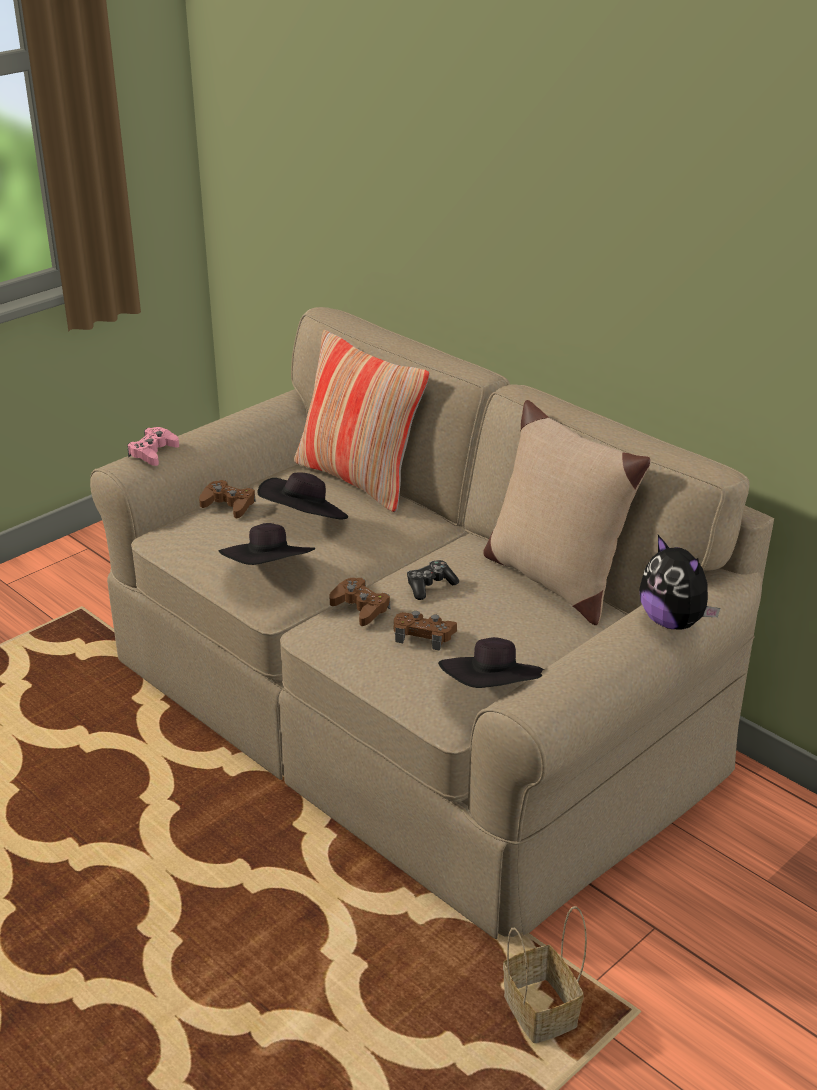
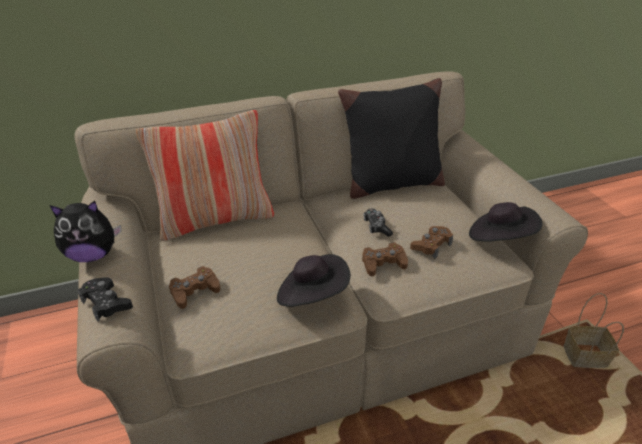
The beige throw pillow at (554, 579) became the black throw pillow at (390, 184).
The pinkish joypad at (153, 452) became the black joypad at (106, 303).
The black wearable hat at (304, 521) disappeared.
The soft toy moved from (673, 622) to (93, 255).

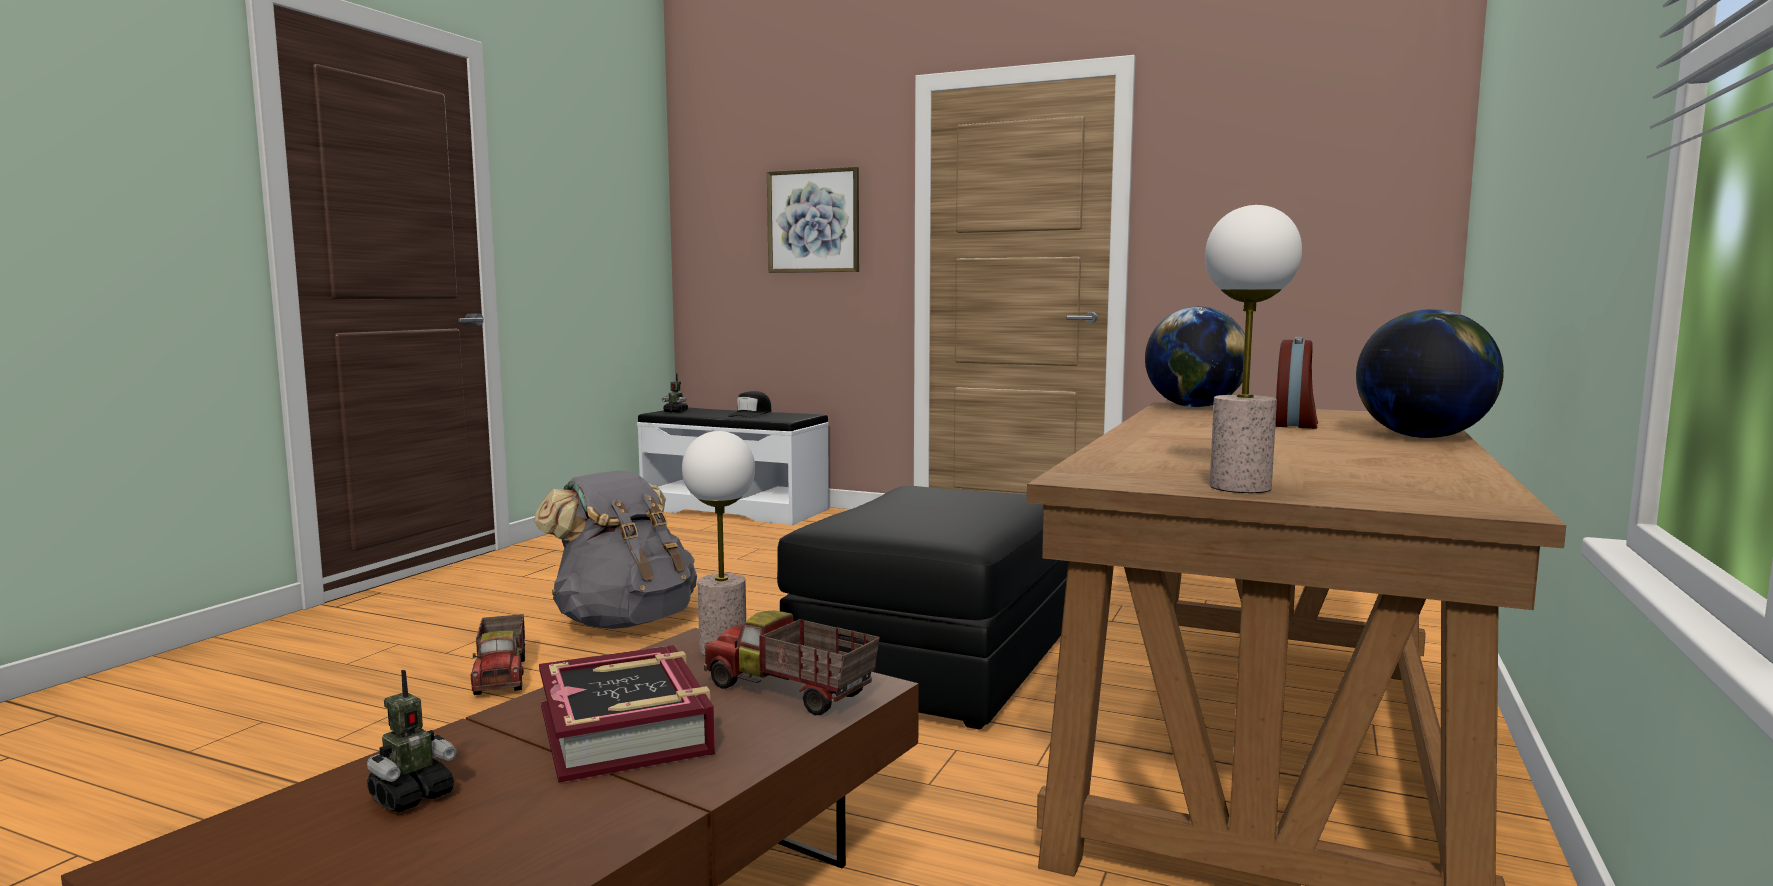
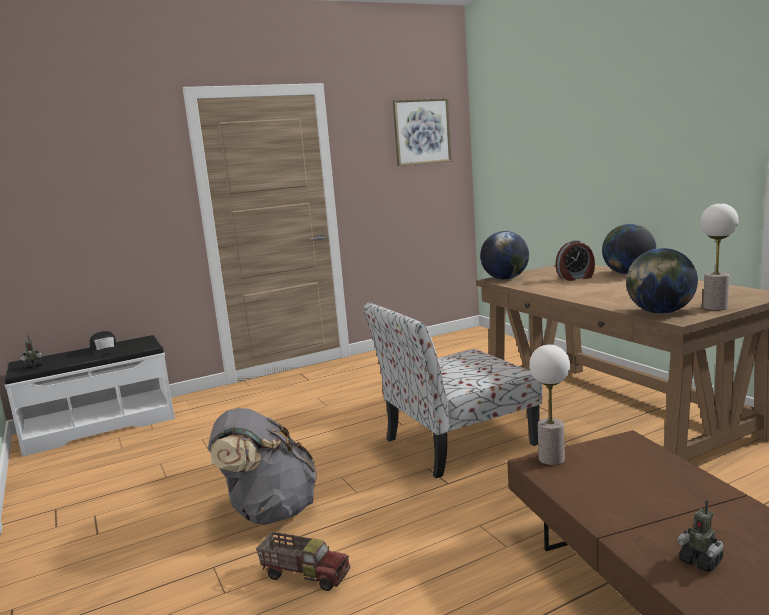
The picture moved from (813, 221) to (422, 131).
The alarm clock at (1297, 424) turned 105 degrees clockwise.
The black pouffe at (935, 662) was replaced by the upright chair at (456, 443).
The toy lorry at (789, 692) disappeared.
The bound book at (626, 730) disappeared.
The model robot at (411, 797) turned 150 degrees clockwise.
The globe at (660, 312) appeared.

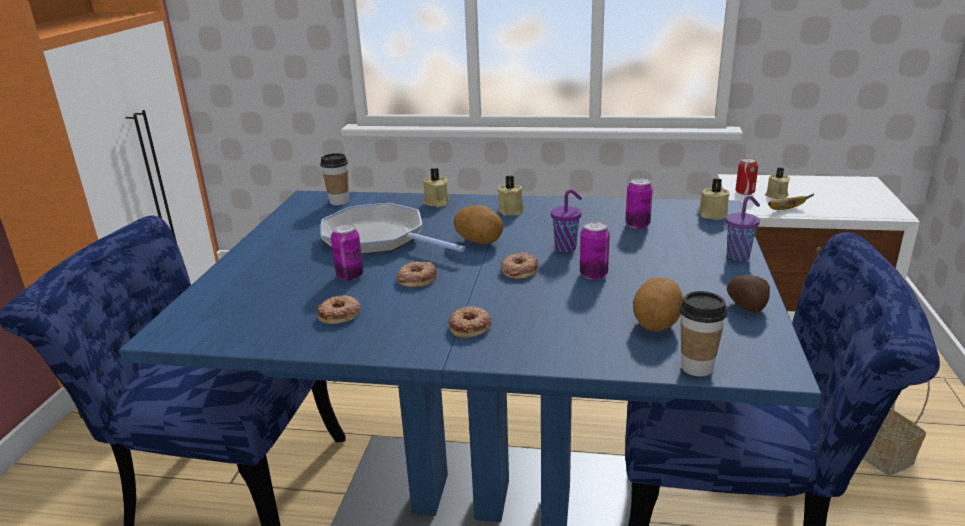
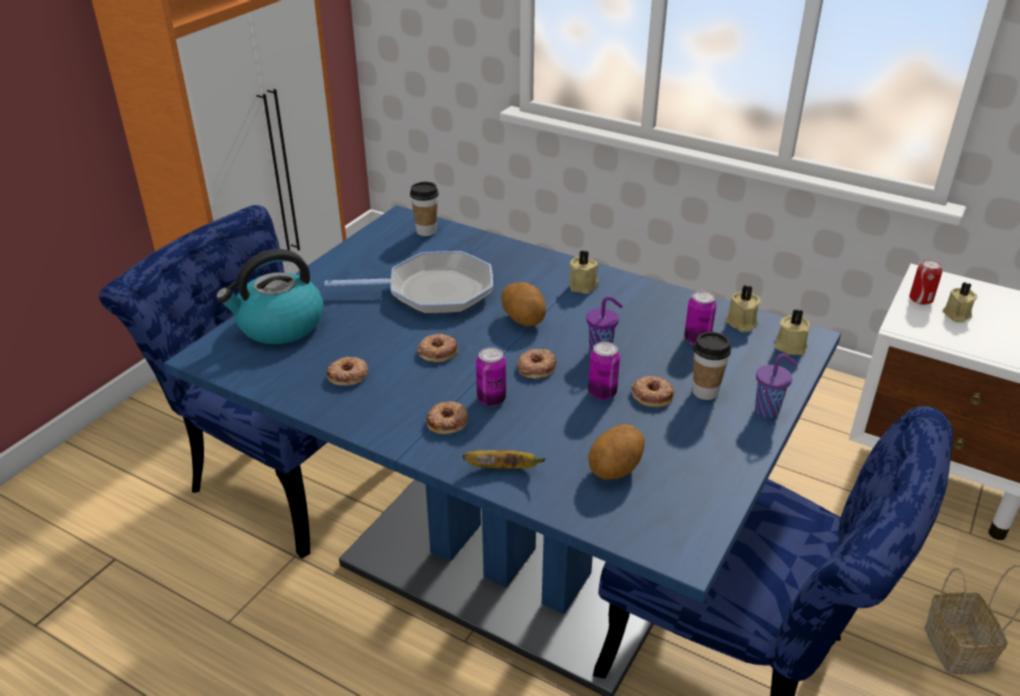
The beige wax candle moved from (436, 203) to (741, 323).
The whole banana moved from (785, 209) to (503, 469).
The frying pan at (378, 238) turned 120 degrees clockwise.
The metal can moved from (350, 276) to (491, 399).
The spud at (747, 307) disappeared.
The small cup moved from (697, 367) to (705, 392).
The water kettle at (279, 325) appeared.
The doughnut at (652, 395) appeared.

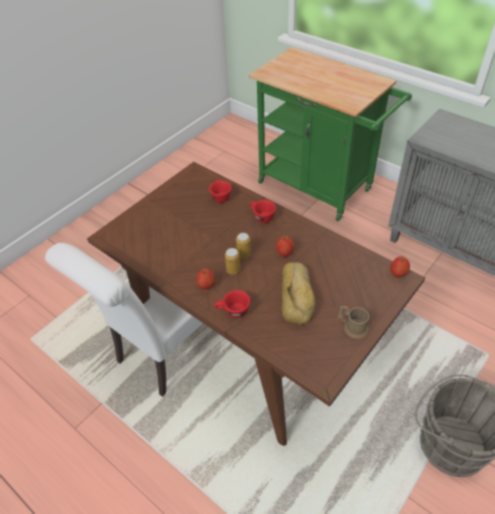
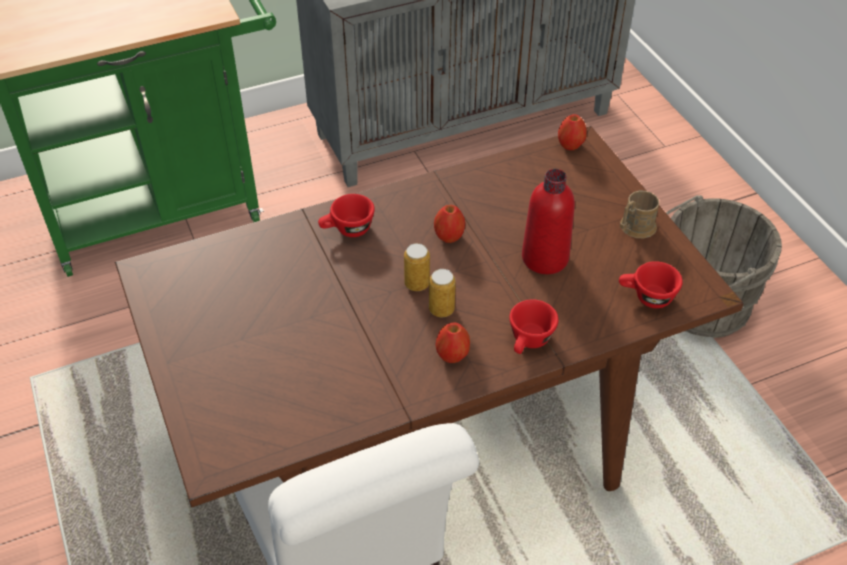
The red small cup moved from (220, 196) to (646, 297).
The bakery bread at (297, 296) was replaced by the red bottle at (545, 258).

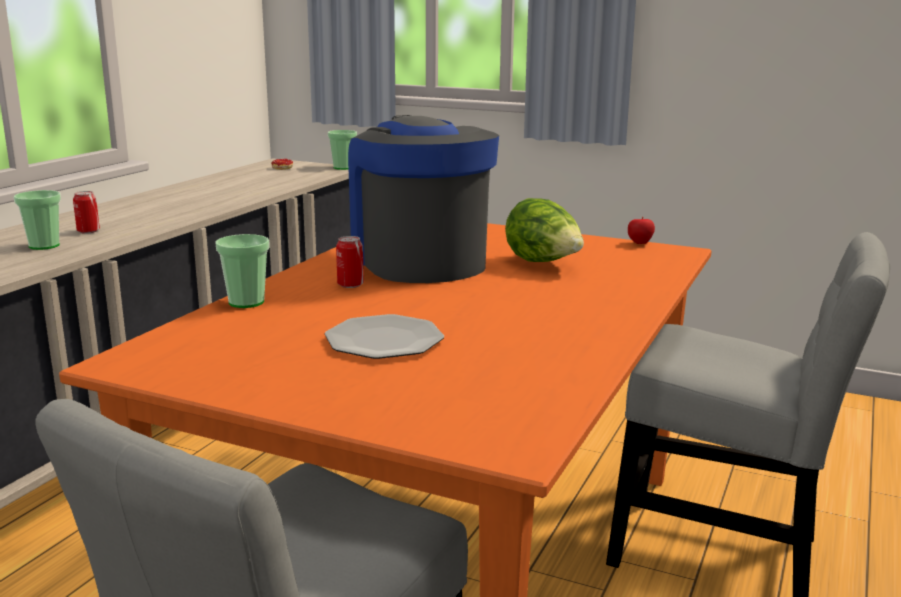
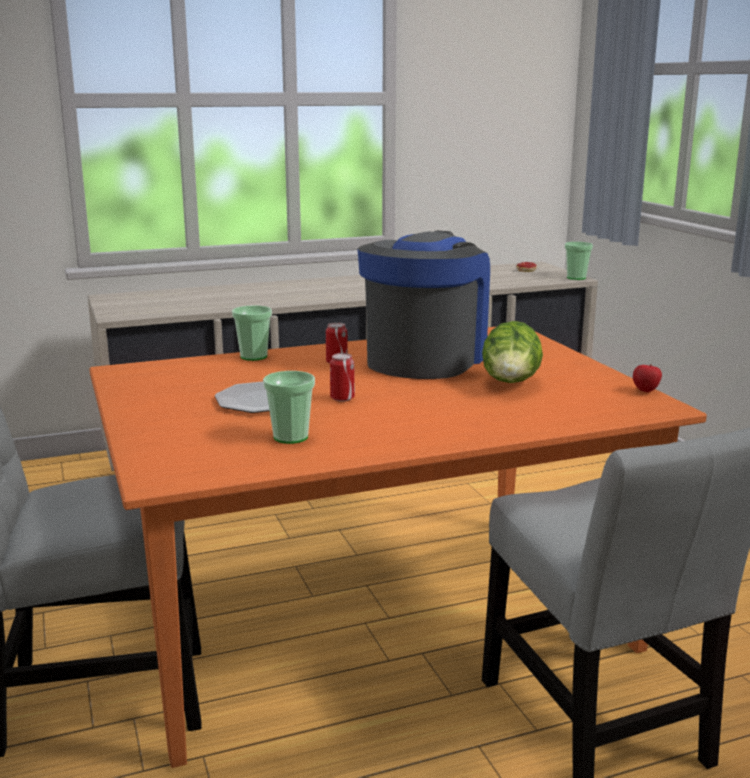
The small cup moved from (44, 246) to (290, 437).
The metal can moved from (88, 231) to (342, 398).

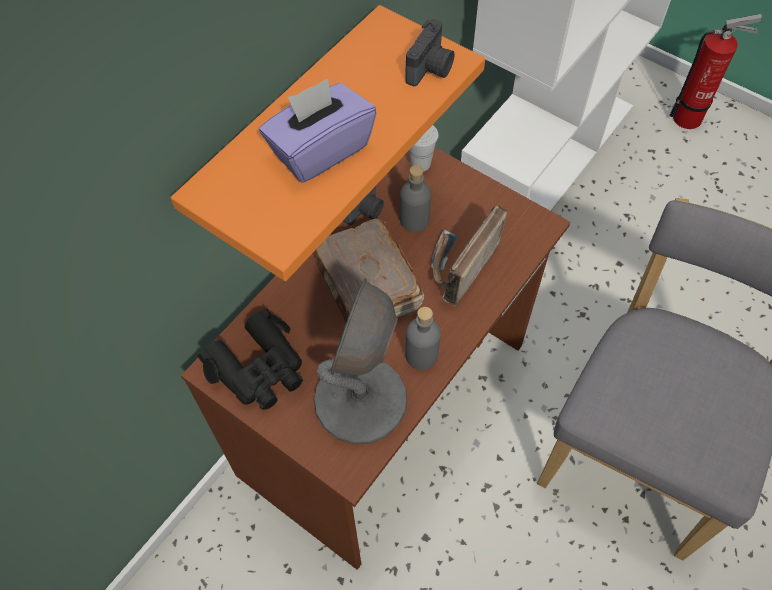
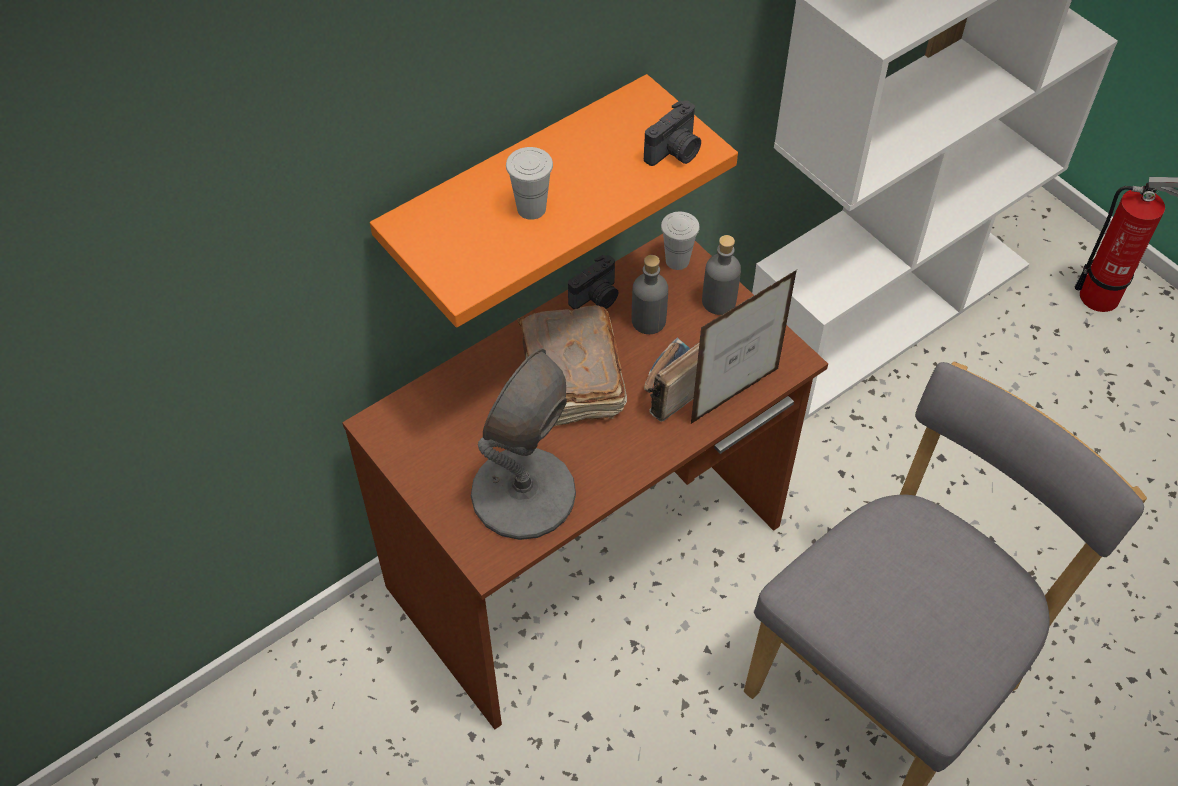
The purple box of tissues at (320, 150) was replaced by the white small cup at (531, 208).
The gray bottle moved from (421, 355) to (719, 301).
The black field glasses at (259, 368) disappeared.
The picture frame at (735, 395) appeared.

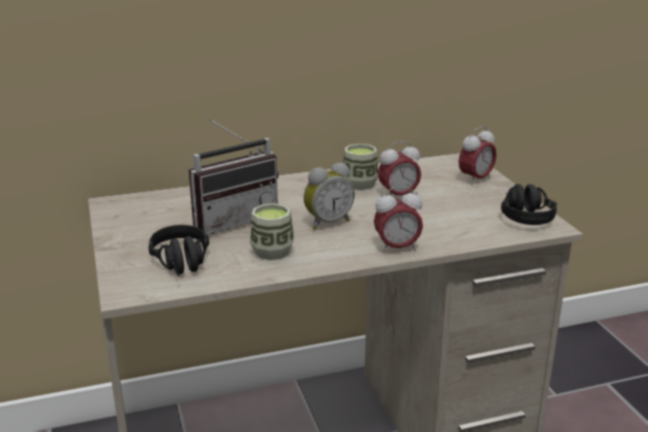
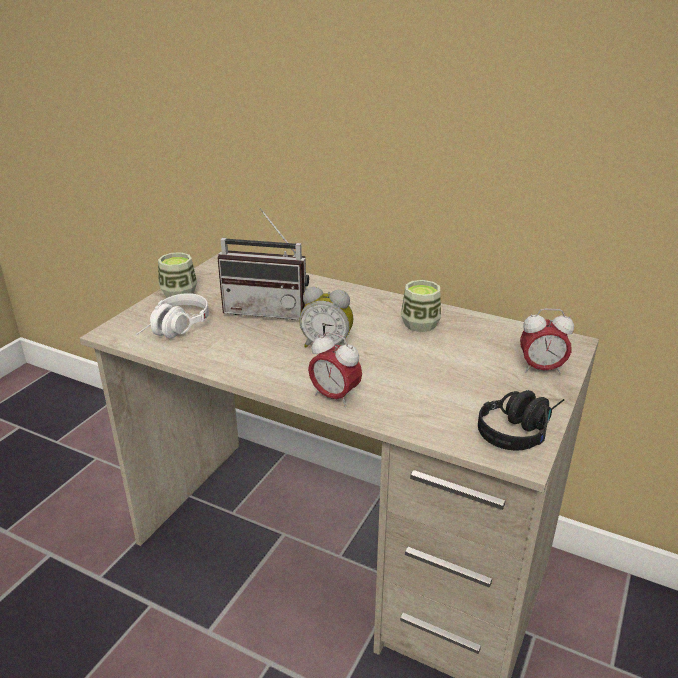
The alarm clock at (398, 196) disappeared.
The small cup moved from (272, 251) to (179, 293).
The black headphones at (183, 265) became the white headphones at (175, 330).

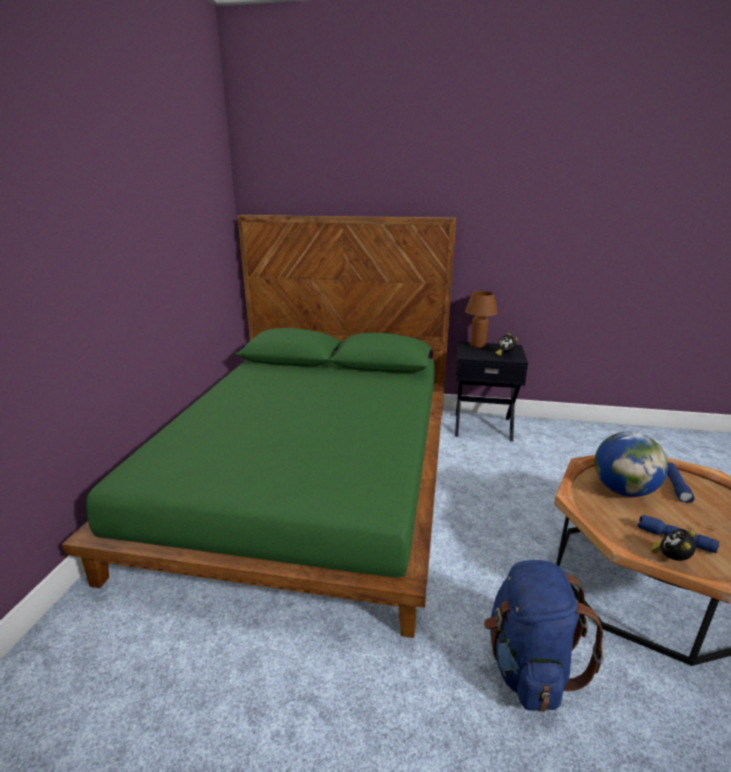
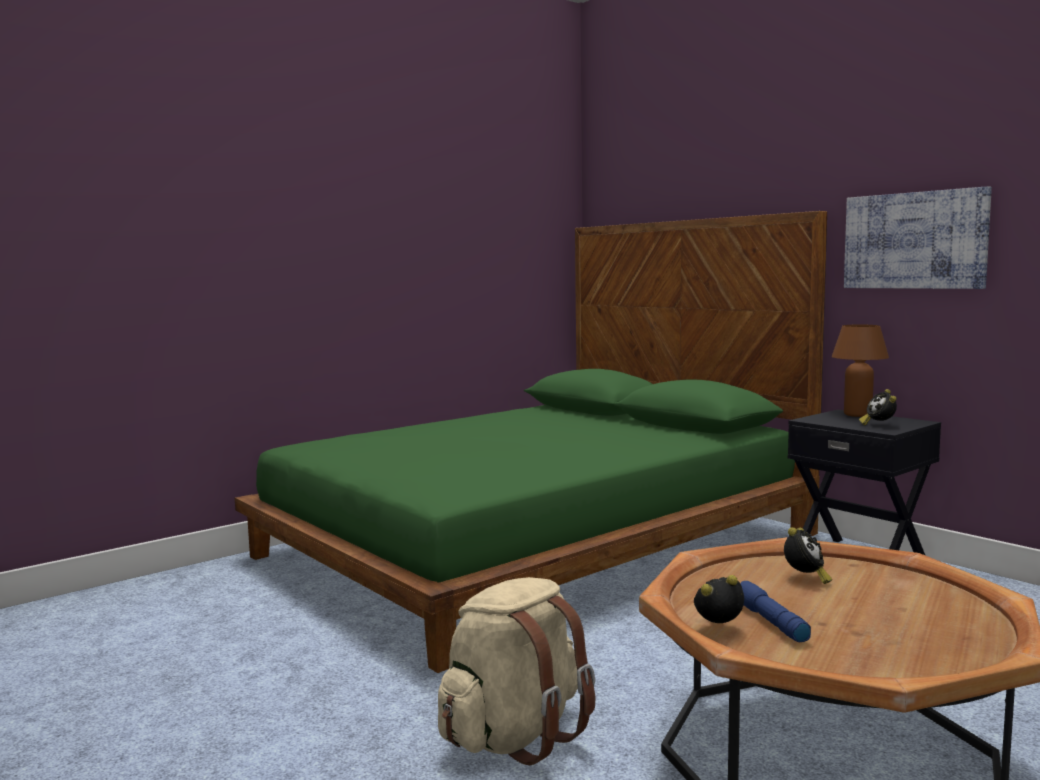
The globe at (623, 490) was replaced by the alarm clock at (805, 579).
The bluish flashlight at (676, 487) disappeared.
The bluish backpack at (528, 667) became the beige backpack at (515, 735).
The picture at (914, 240) appeared.

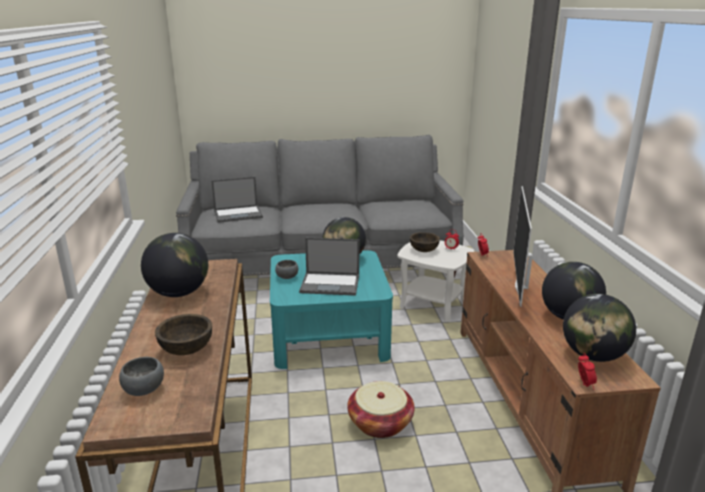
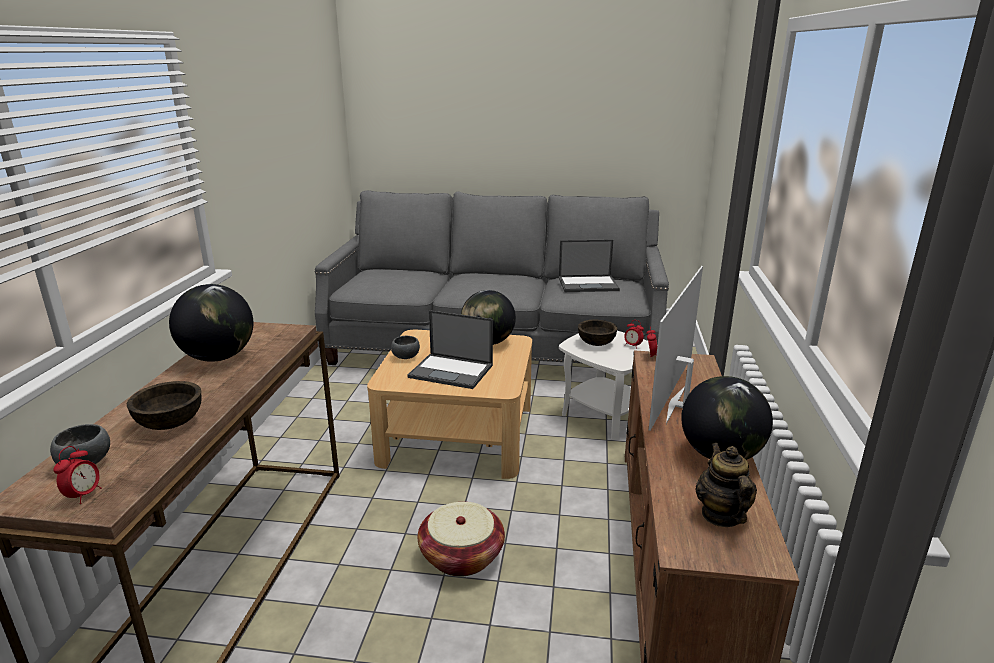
The notebook computer moved from (239, 214) to (589, 284).
The blue-green coffee table at (329, 333) became the beige coffee table at (458, 433).
The globe at (593, 355) was replaced by the teapot at (721, 515).
The alarm clock moved from (584, 384) to (84, 495).

